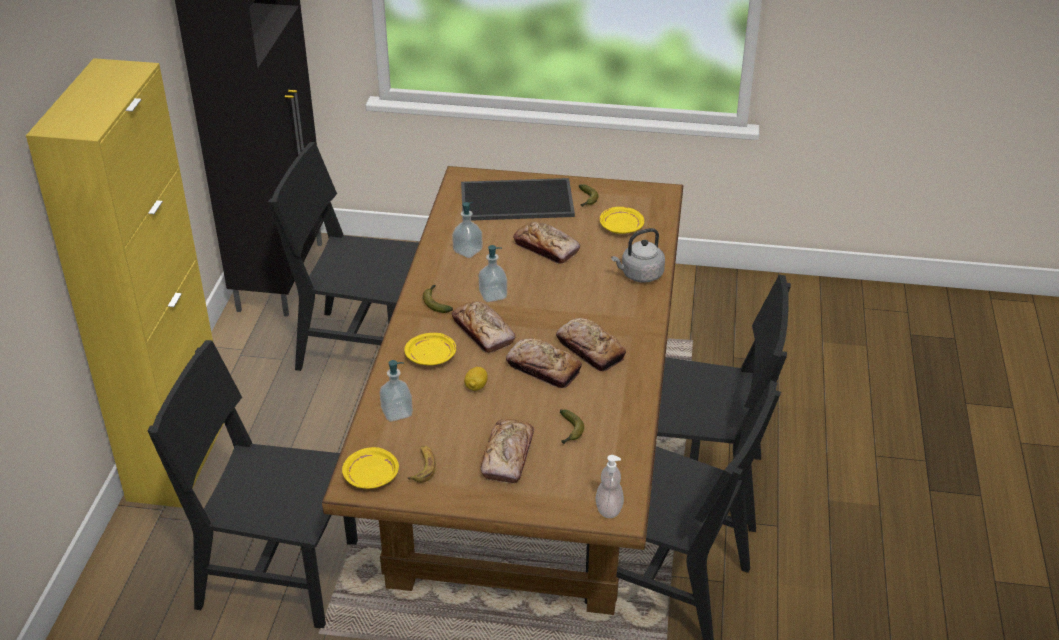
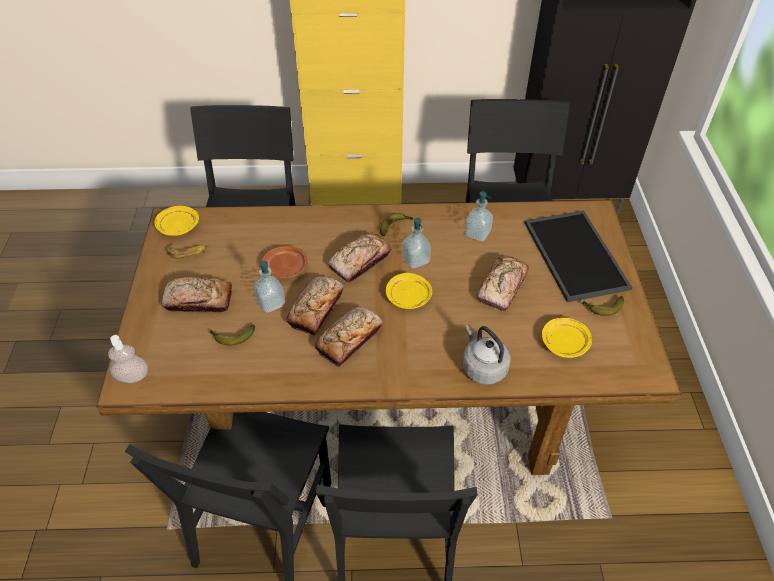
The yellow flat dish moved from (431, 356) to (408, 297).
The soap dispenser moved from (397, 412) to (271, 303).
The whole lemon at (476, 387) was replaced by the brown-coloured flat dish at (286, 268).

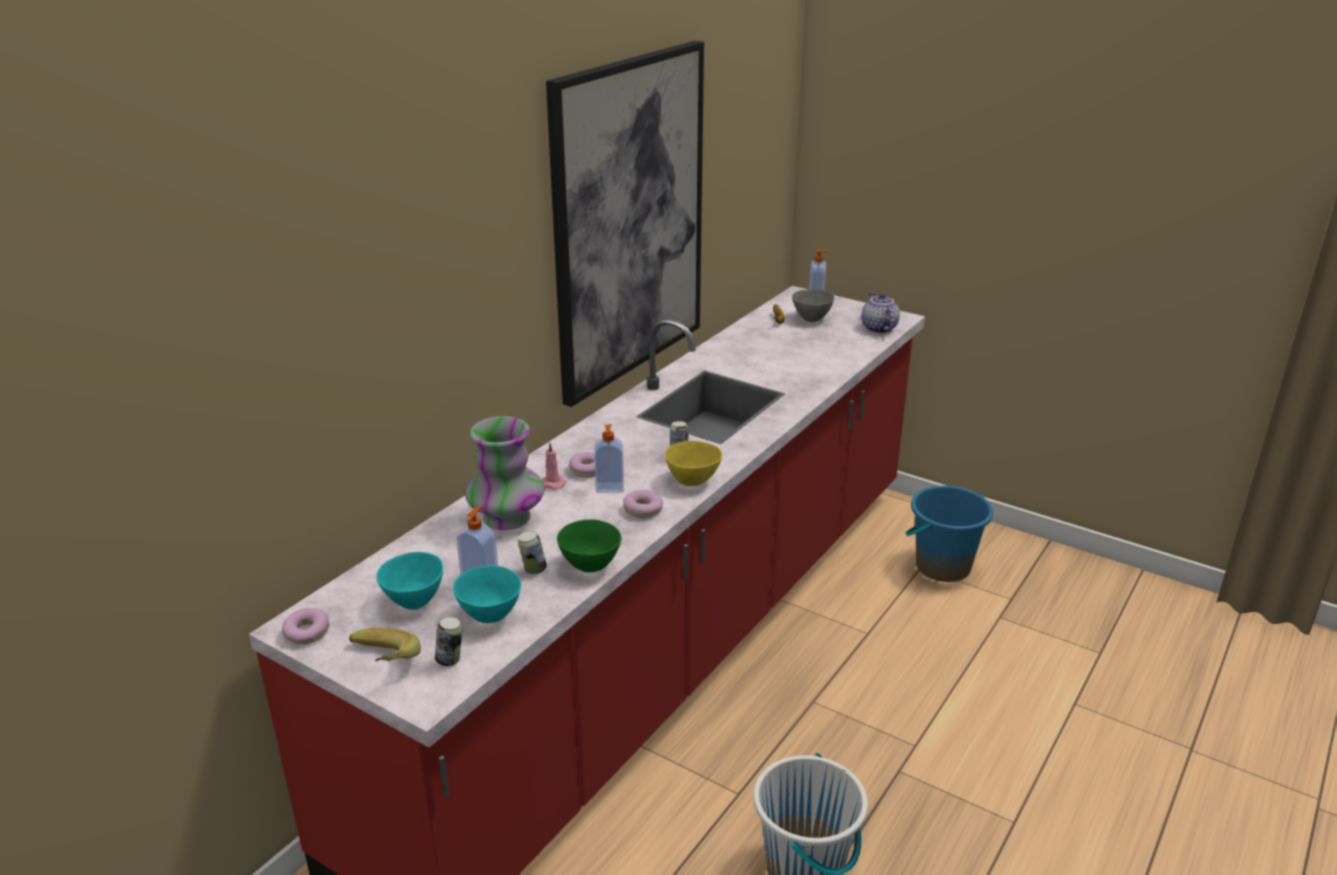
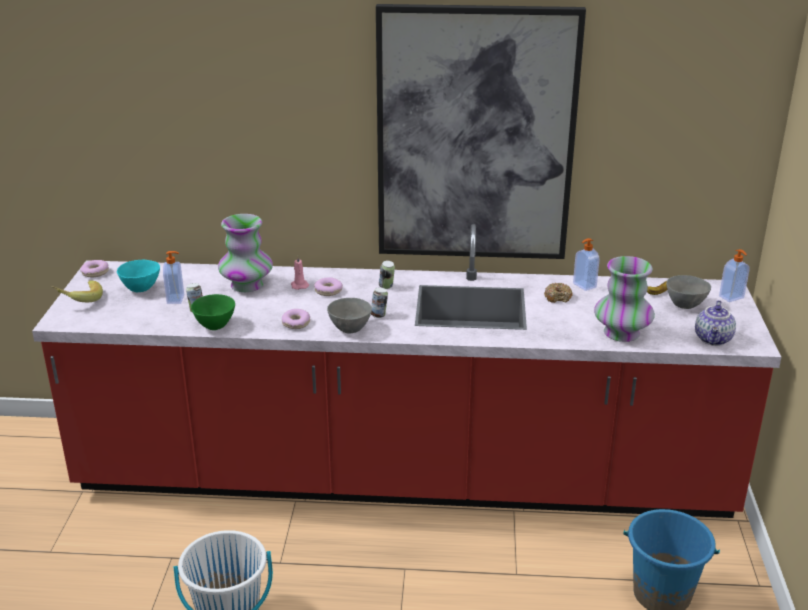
The teapot at (878, 328) turned 150 degrees clockwise.
The soap dispenser moved from (609, 488) to (584, 285).
The yellow bowl at (693, 481) became the gray bowl at (350, 330).
The blue-green bowl at (490, 616) disappeared.
The metal can moved from (450, 660) to (386, 287).
The vase at (621, 333) appeared.
The doughnut at (558, 297) appeared.

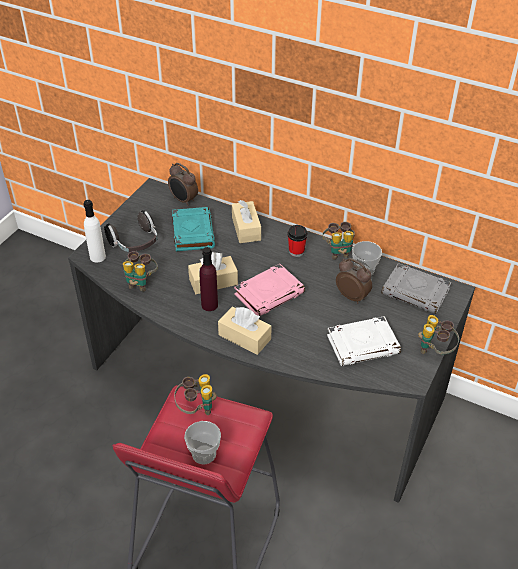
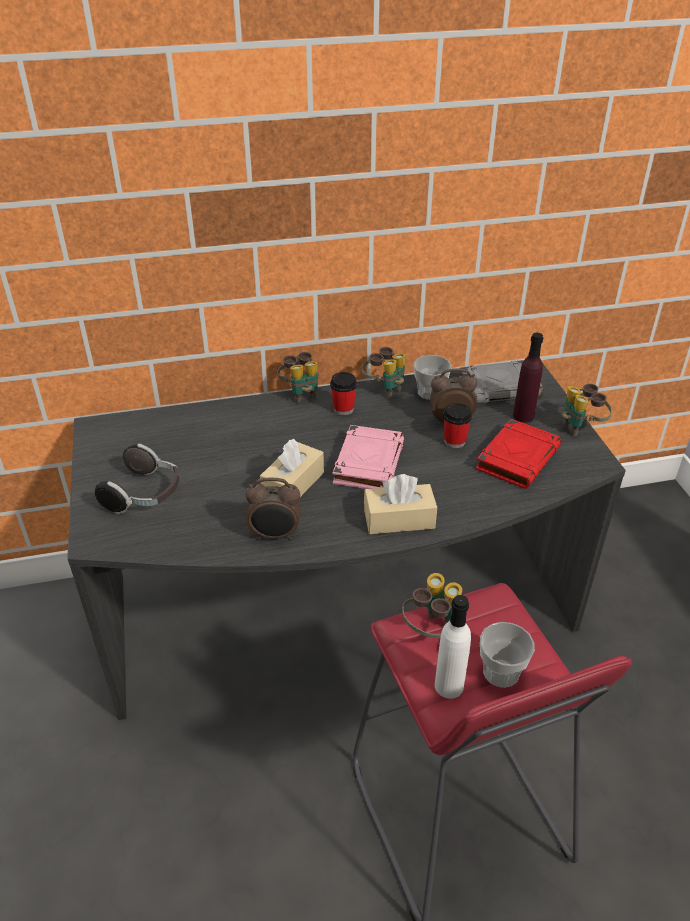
The alarm clock moved from (183, 200) to (275, 535).
The white bottle moved from (97, 257) to (449, 686).
The beige box of tissues at (246, 228) disappeared.
The blue-green bound book at (192, 232) disappeared.
The purple bottle moved from (209, 305) to (523, 416).
The field glasses moved from (140, 282) to (301, 393).
The white bound book at (363, 344) became the red bound book at (517, 458).
The small cup at (454, 441) appeared.

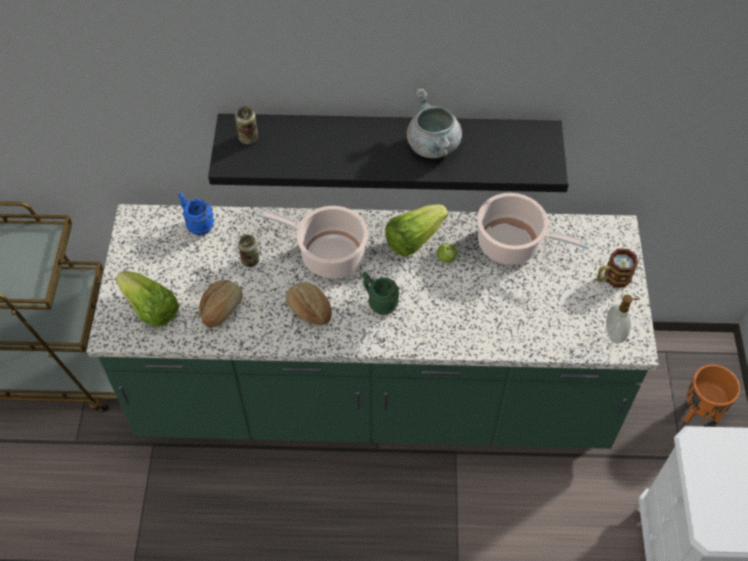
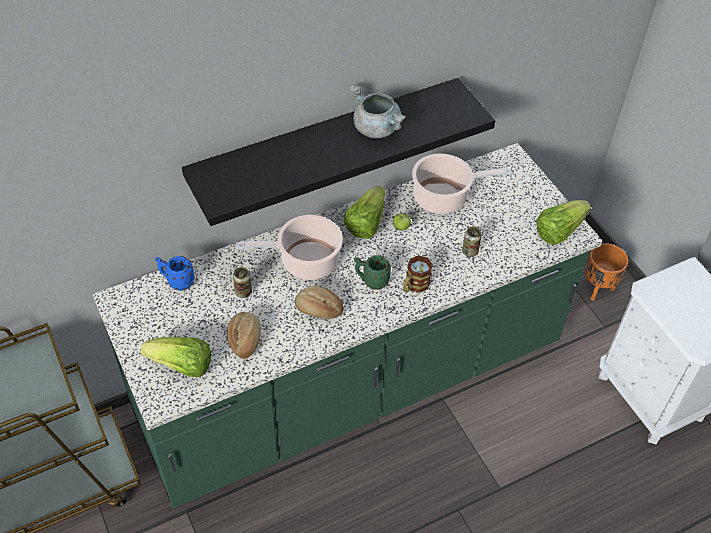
The metal can moved from (248, 138) to (470, 251).
The mug moved from (612, 278) to (414, 286).
The soap dispenser at (615, 333) was replaced by the head of lettuce at (559, 231).

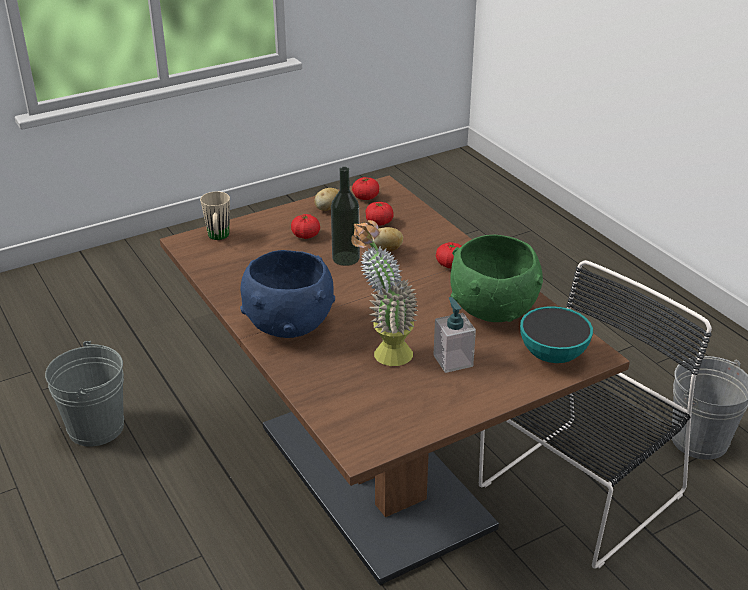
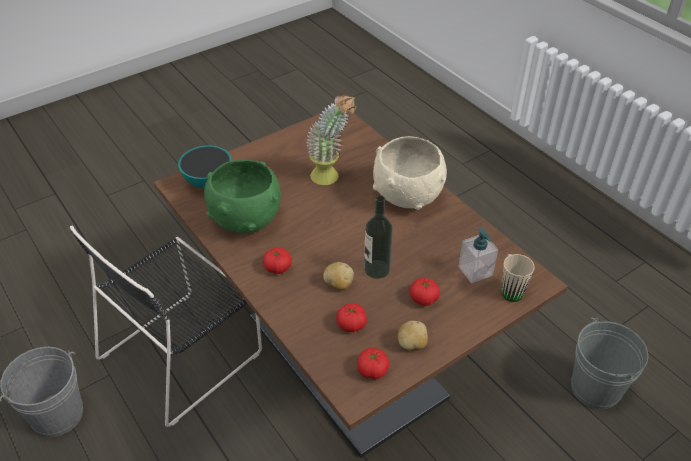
The bluish bowl at (289, 324) became the beige bowl at (407, 196).
The soap dispenser moved from (453, 360) to (475, 271).

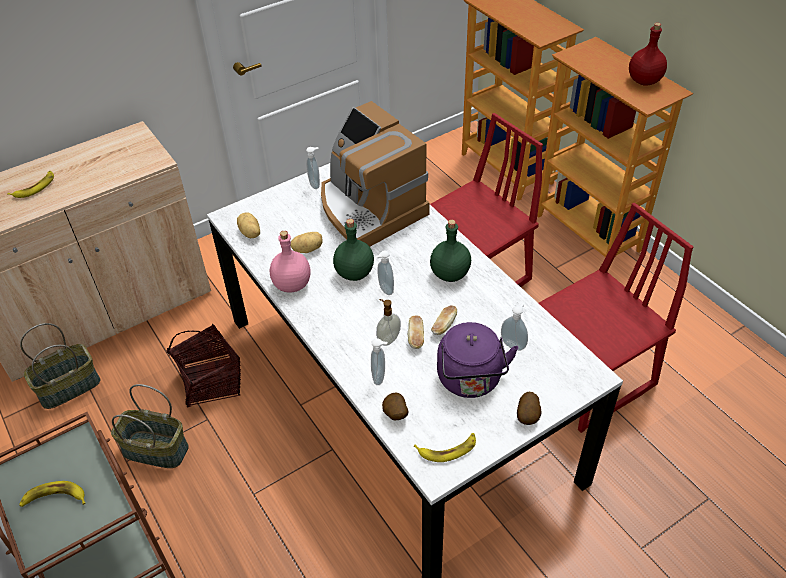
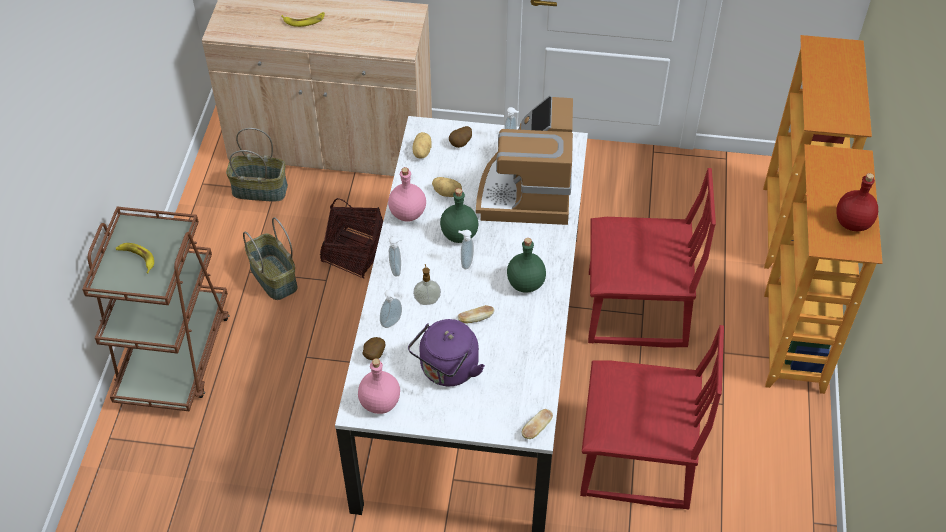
The soap dispenser moved from (513, 344) to (397, 269).
The bakery bread moved from (416, 337) to (537, 428).
The spud moved from (528, 417) to (461, 144).
The whole banana at (447, 449) was replaced by the pinkish bottle at (380, 402).

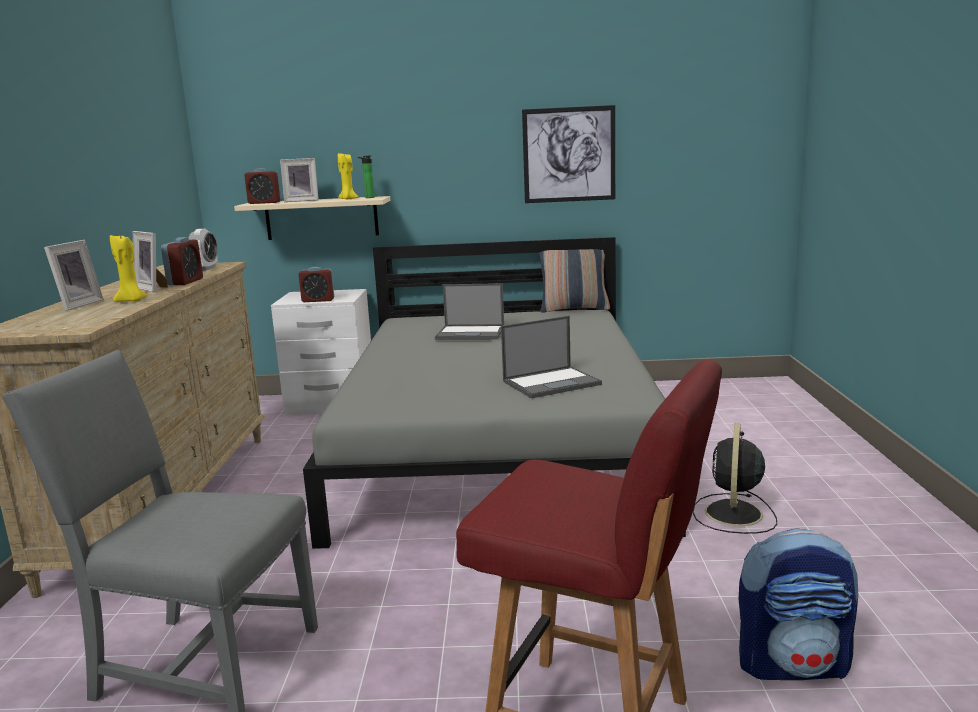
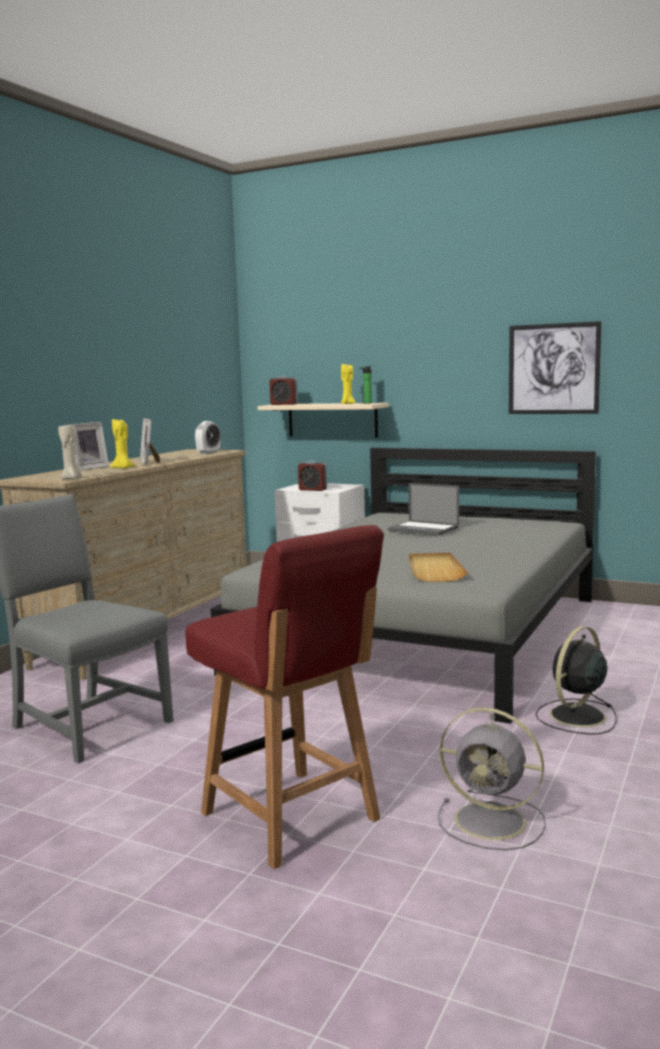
The picture frame at (302, 201) disappeared.
The alarm clock at (185, 282) disappeared.
The throw pillow at (574, 309) disappeared.
The notebook computer at (552, 383) was replaced by the beige tray at (434, 570).
The backpack at (793, 664) was replaced by the gray electric fan at (493, 822).
The beige wax candle at (72, 478) appeared.

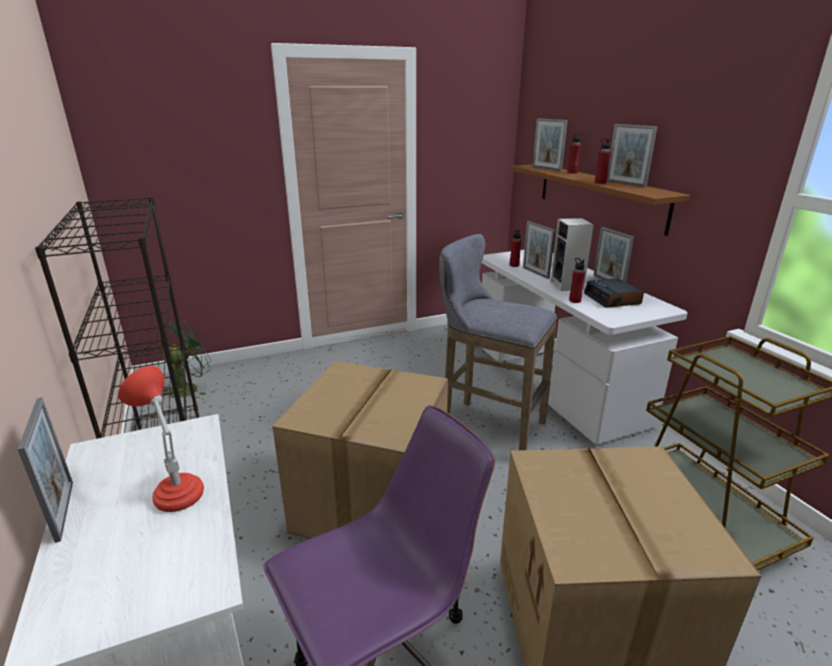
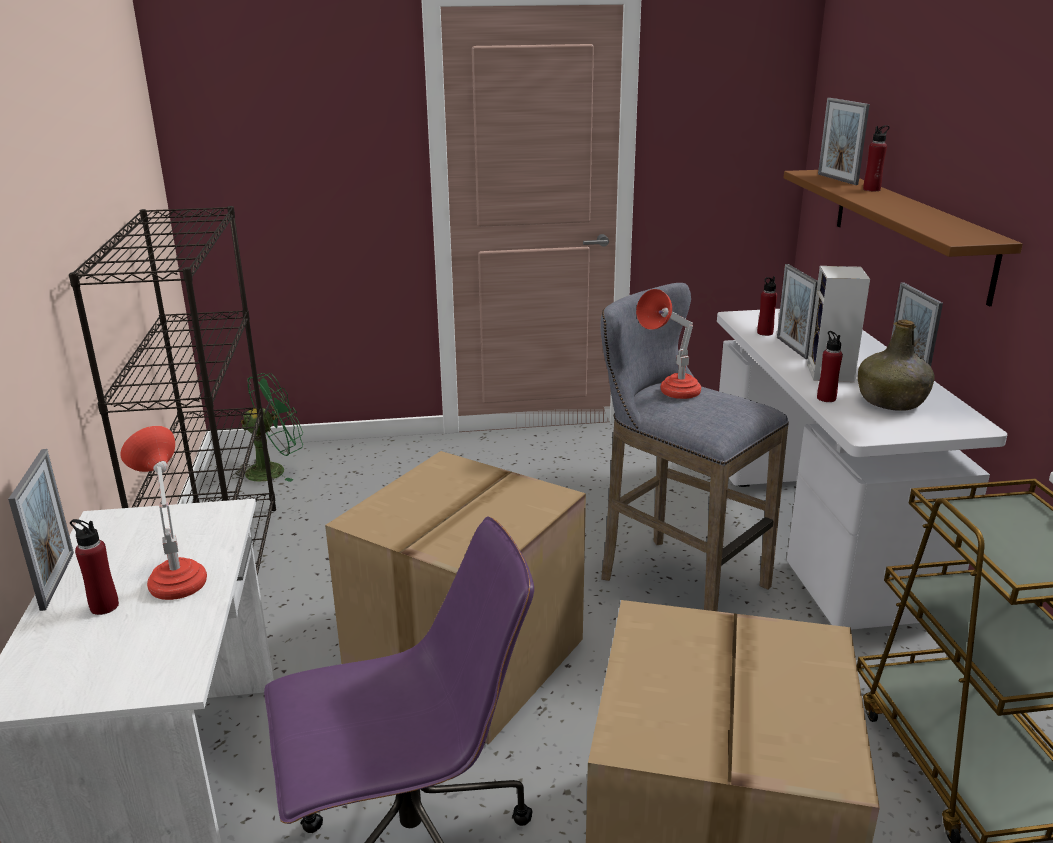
The picture frame at (625, 183) disappeared.
The red bottle moved from (600, 183) to (104, 606).
The alarm clock at (612, 299) was replaced by the green-coloured bottle at (892, 401).
The red tabletop lamp at (670, 394) appeared.

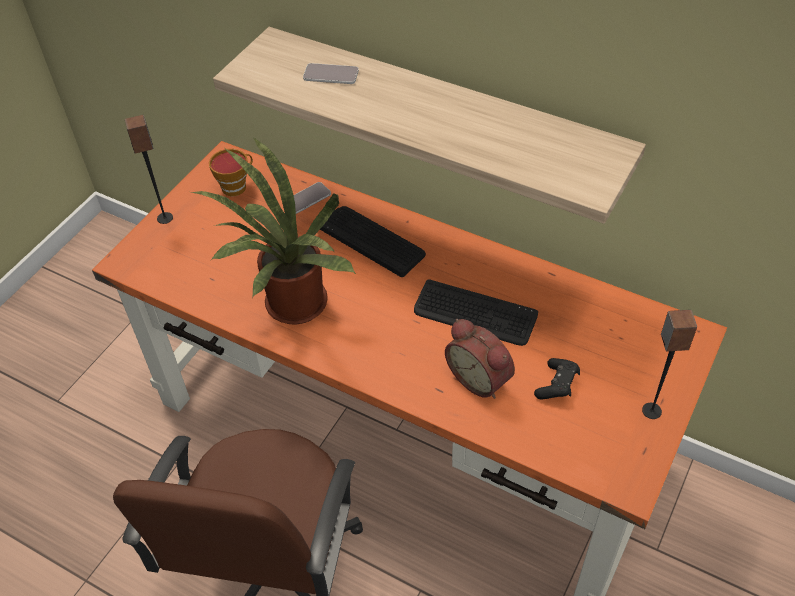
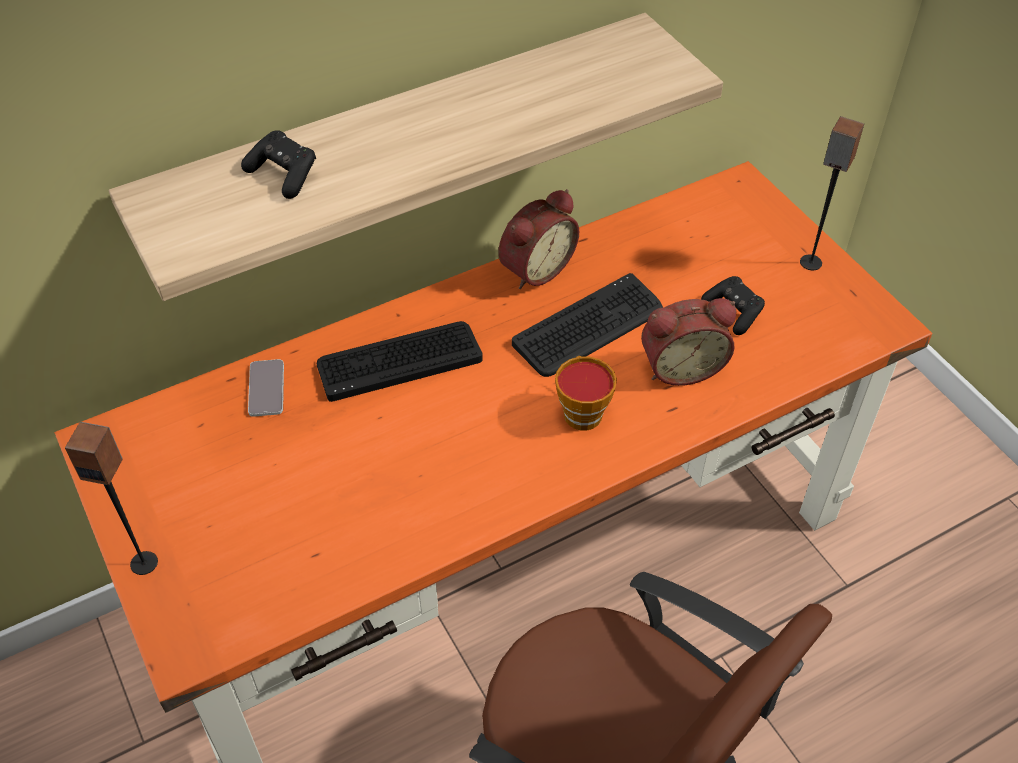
The telephone at (331, 75) was replaced by the black joypad at (284, 175).
The houseplant at (290, 307) disappeared.
The small cup moved from (236, 186) to (581, 411).
The alarm clock at (534, 268) appeared.

